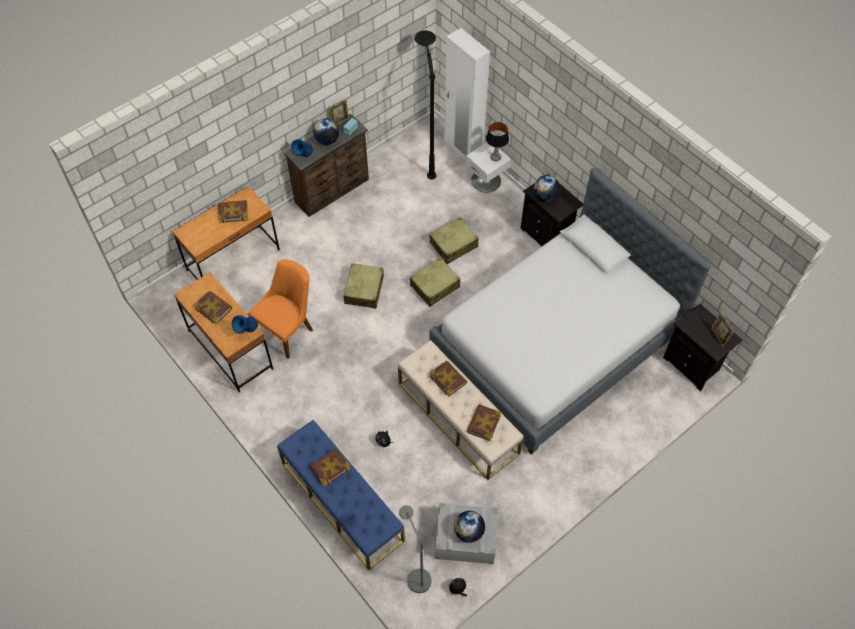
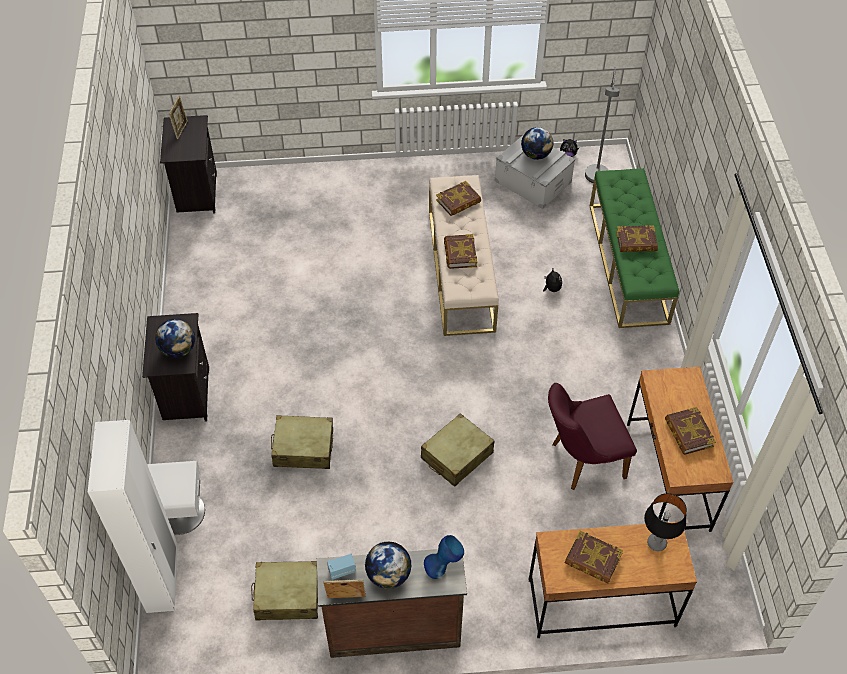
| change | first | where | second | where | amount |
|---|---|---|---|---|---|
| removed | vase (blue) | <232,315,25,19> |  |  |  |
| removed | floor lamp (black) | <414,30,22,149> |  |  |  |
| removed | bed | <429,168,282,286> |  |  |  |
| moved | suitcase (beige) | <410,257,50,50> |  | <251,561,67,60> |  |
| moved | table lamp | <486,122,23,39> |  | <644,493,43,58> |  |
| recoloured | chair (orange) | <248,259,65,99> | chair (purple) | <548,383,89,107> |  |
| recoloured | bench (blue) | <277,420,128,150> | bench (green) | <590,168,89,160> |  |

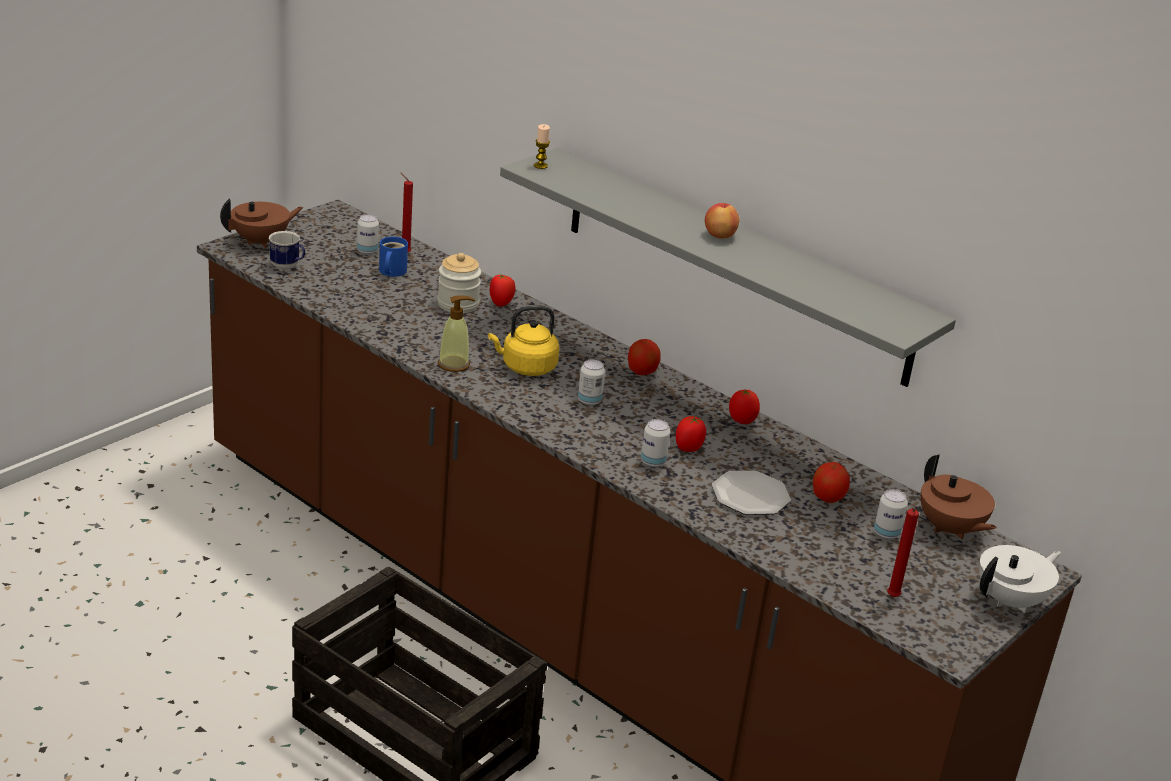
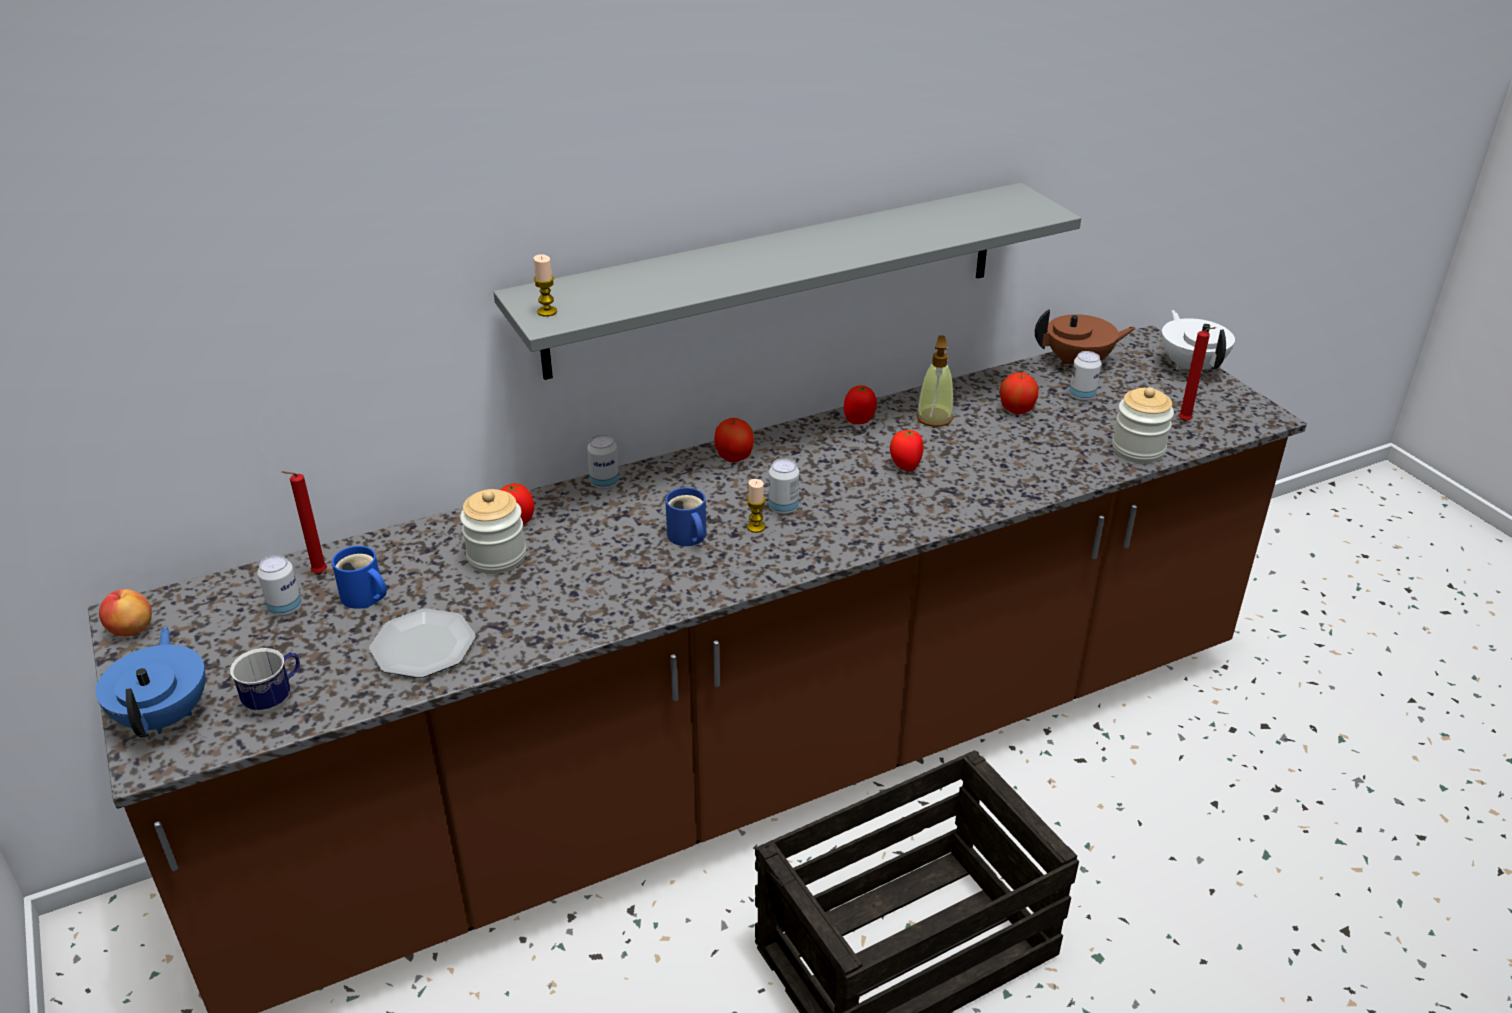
| change | first | where | second | where | amount |
|---|---|---|---|---|---|
| added |  |  | candle | <747,479,19,54> |  |
| added |  |  | jar | <1112,387,62,76> |  |
| moved | soap dispenser | <438,295,37,77> |  | <916,335,37,92> |  |
| moved | can | <641,419,29,48> |  | <587,435,32,54> |  |
| moved | apple | <705,203,34,36> |  | <99,589,53,47> |  |
| moved | plate | <712,471,79,44> |  | <369,608,107,70> |  |
| replaced | kettle (yellow) | <488,305,71,71> | mug (blue) | <665,487,41,59> |  |
| recoloured | teapot (brown) | <220,198,83,50> | teapot (blue) | <96,627,110,110> |  |

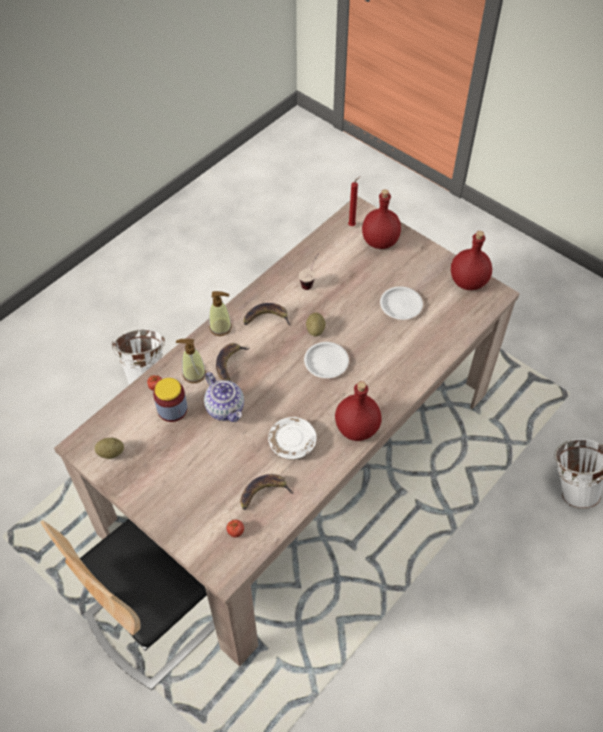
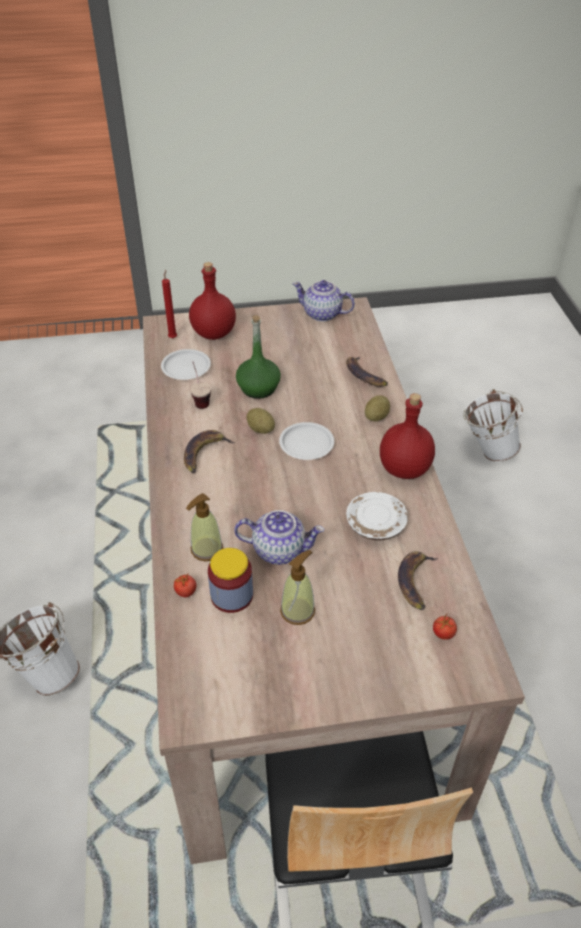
| change | first | where | second | where | amount |
|---|---|---|---|---|---|
| added |  |  | bottle (green) | <236,315,45,84> |  |
| moved | potato | <95,438,29,21> |  | <365,395,25,27> |  |
| moved | soap dispenser | <209,291,23,45> |  | <280,550,35,75> |  |
| moved | banana | <216,343,34,38> |  | <346,356,42,31> |  |
| moved | plate (white) | <380,286,43,34> |  | <161,349,50,31> |  |
| replaced | bottle (red) | <451,231,41,59> | teapot | <292,280,63,42> |  |

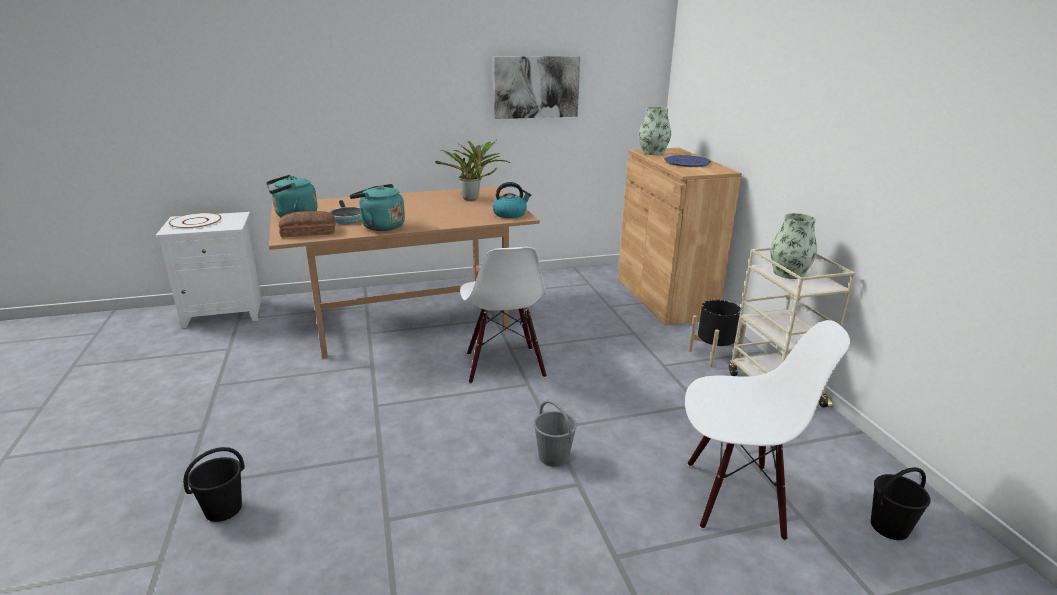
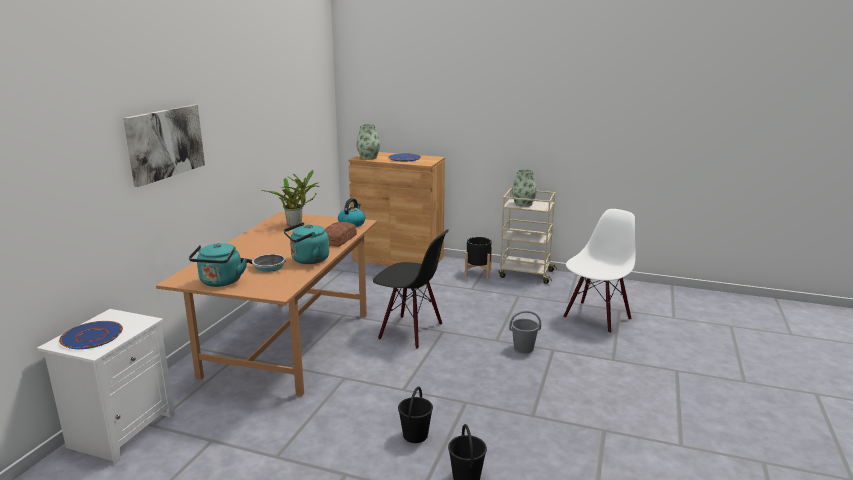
| change | first | where | second | where | amount |
|---|---|---|---|---|---|
| moved | bread | <278,211,57,27> |  | <325,222,32,25> |  |
| moved | picture | <493,56,87,63> |  | <123,105,82,82> |  |
| moved | bucket (black) | <871,467,60,73> |  | <398,387,35,56> |  |
| recoloured | plate (white) | <169,213,53,16> | plate (blue) | <59,321,64,28> |  |
| recoloured | chair (white) | <460,247,87,137> | chair (black) | <373,229,76,120> |  |

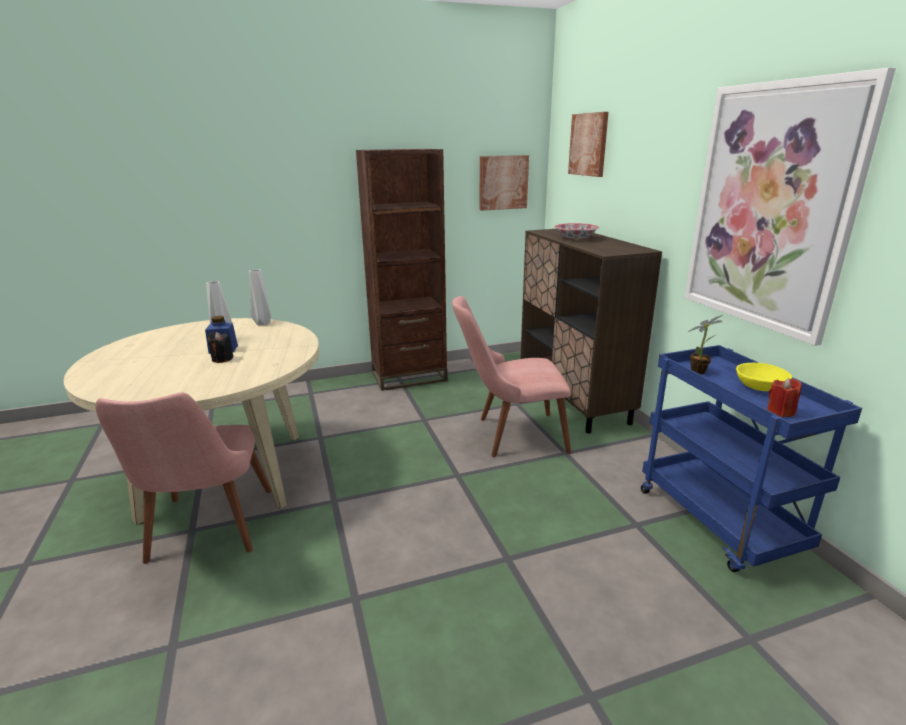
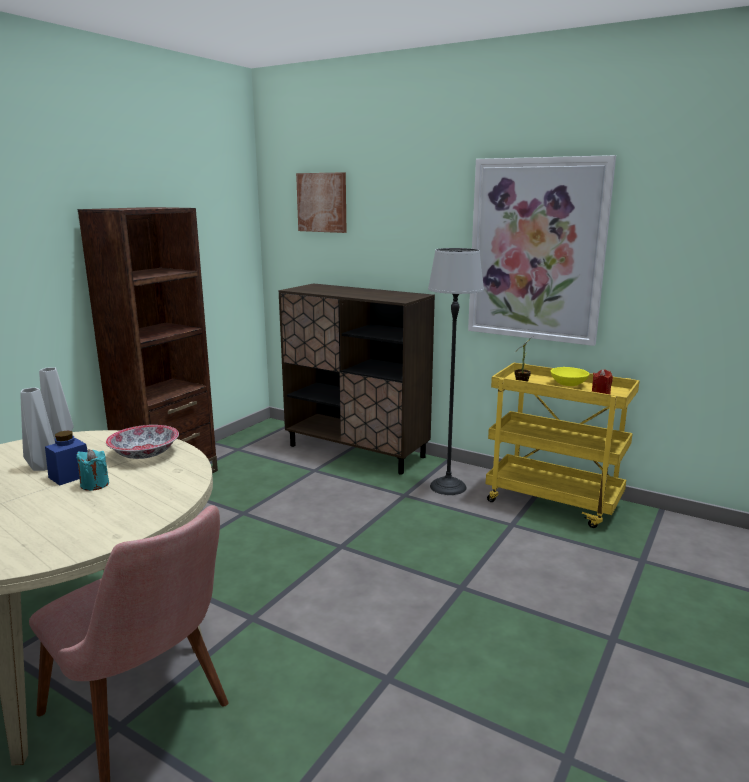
| change | first | where | second | where | amount |
|---|---|---|---|---|---|
| removed | chair (pink) | <452,296,119,161> |  |  |  |
| removed | picture | <479,155,50,56> |  |  |  |
| added |  |  | floor lamp | <428,248,56,247> |  |
| moved | bowl | <554,223,45,16> |  | <106,425,73,34> |  |
| recoloured | candle (black) | <208,332,25,31> | candle (turquoise) | <76,449,33,42> |  |
| recoloured | cart (blue) | <641,345,221,227> | cart (yellow) | <486,363,154,165> |  |

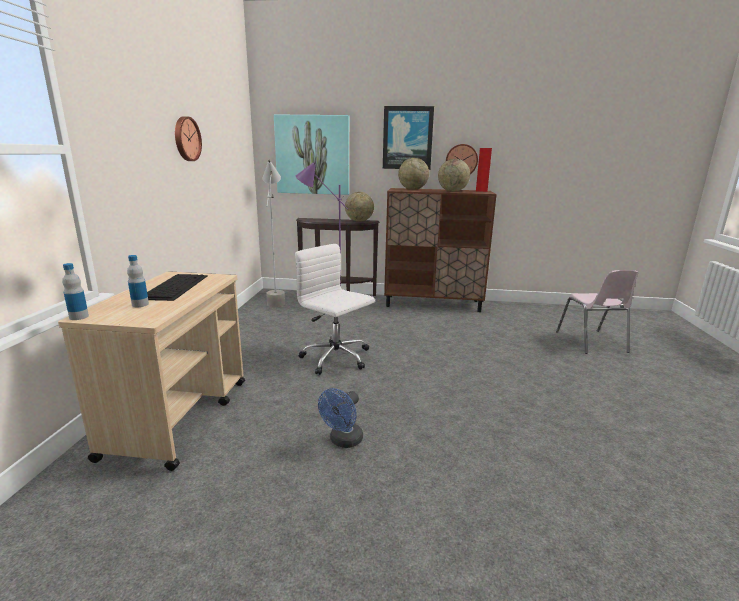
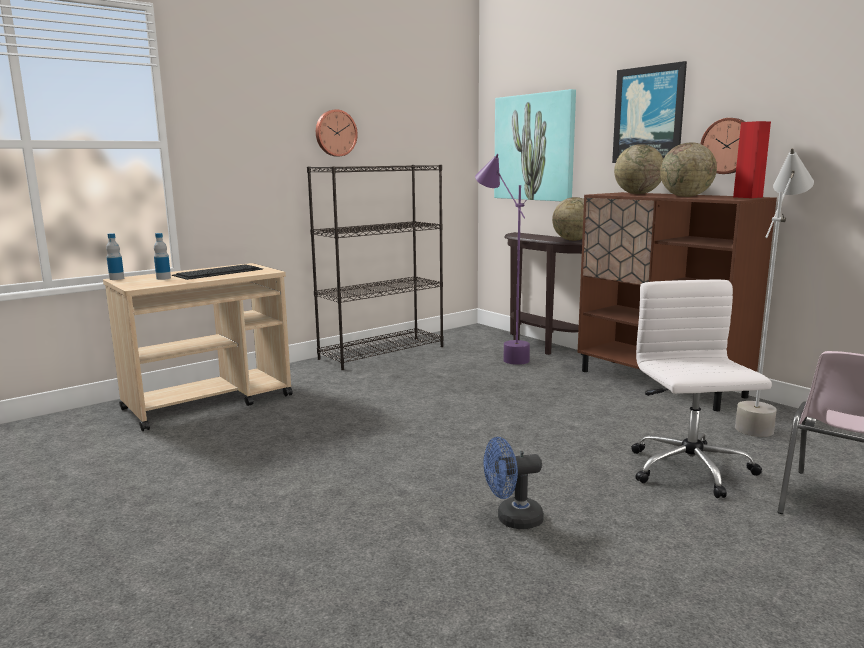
| change | first | where | second | where | amount |
|---|---|---|---|---|---|
| added |  |  | bookcase (black) | <307,165,136,205> |  |
| moved | floor lamp (grey) | <262,160,23,147> |  | <735,148,79,289> |  |
| moved | office chair (white) | <295,244,80,131> |  | <632,280,140,218> |  |
| moved | fan (blue) | <318,388,45,60> |  | <484,437,60,92> |  |

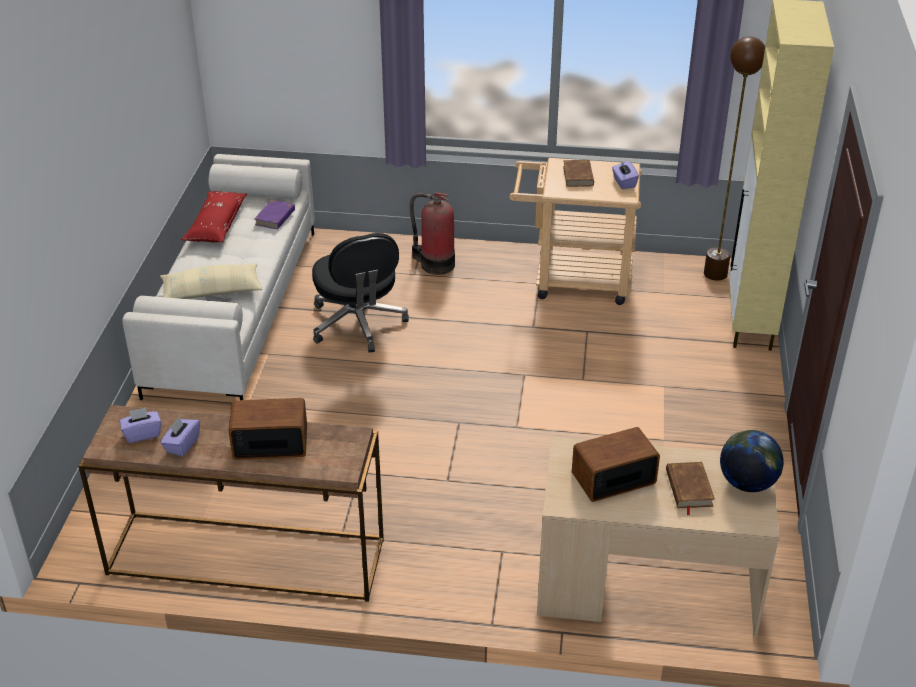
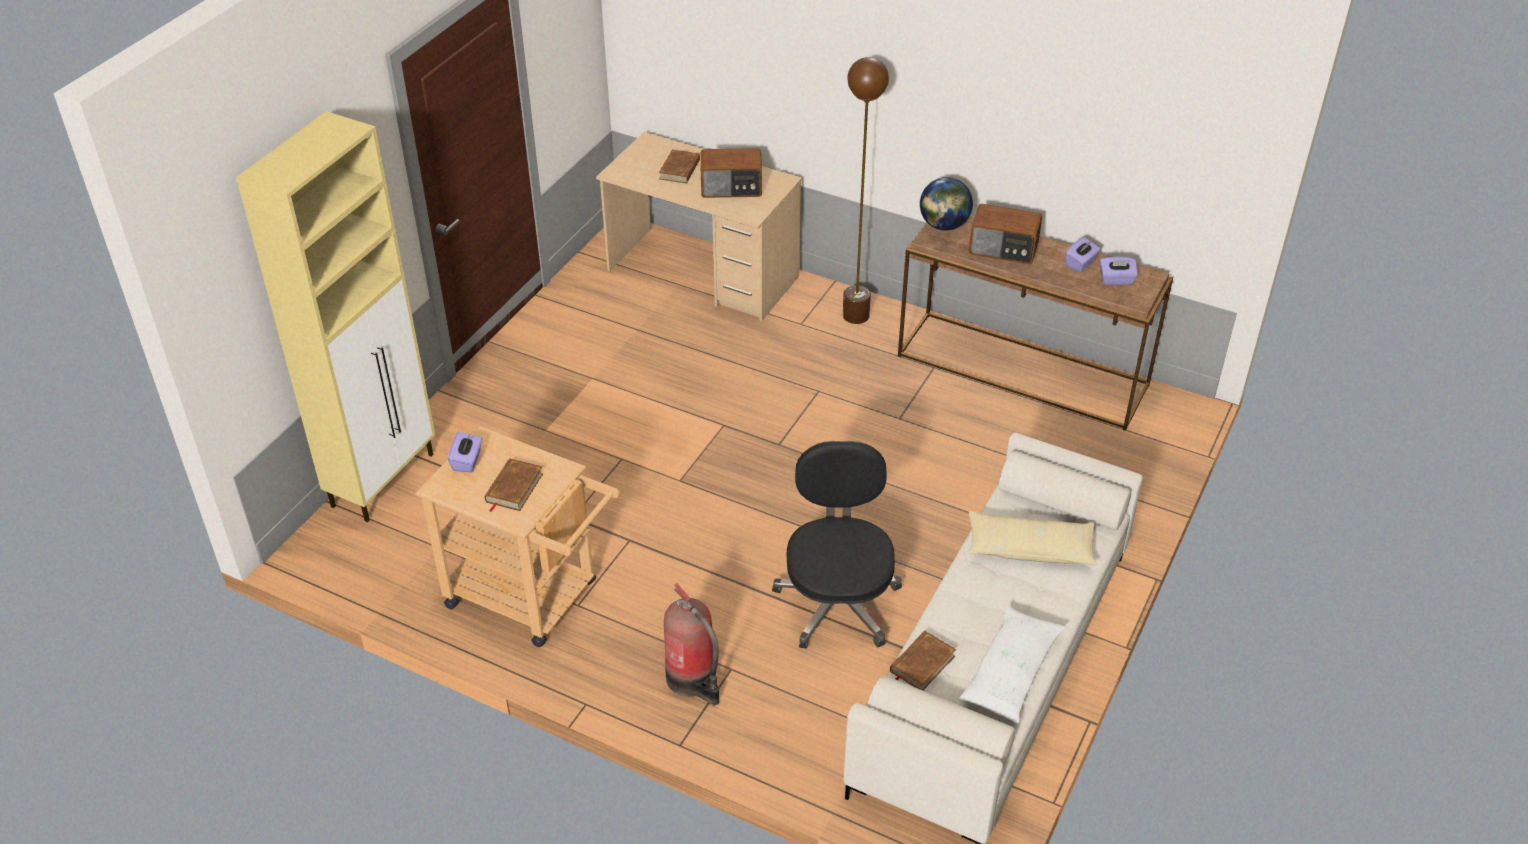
| change | first | where | second | where | amount |
|---|---|---|---|---|---|
| moved | floor lamp (brown) | <704,37,61,244> |  | <843,57,46,267> |  |
| moved | globe | <720,430,64,62> |  | <920,177,53,54> |  |
| recoloured | pillow (red) | <181,191,66,51> | pillow (white) | <958,604,108,120> |  |
| recoloured | book (purple) | <254,200,41,30> | book (brown) | <890,631,66,59> |  |

